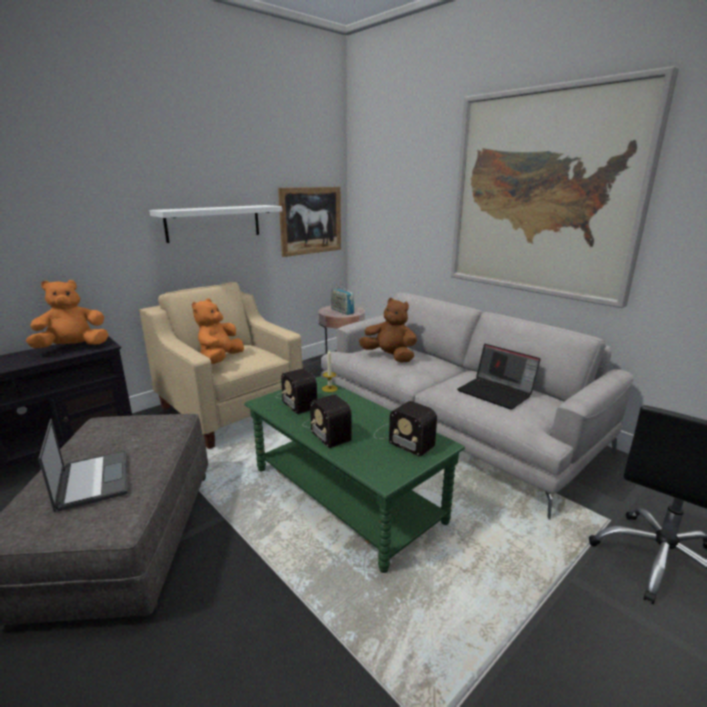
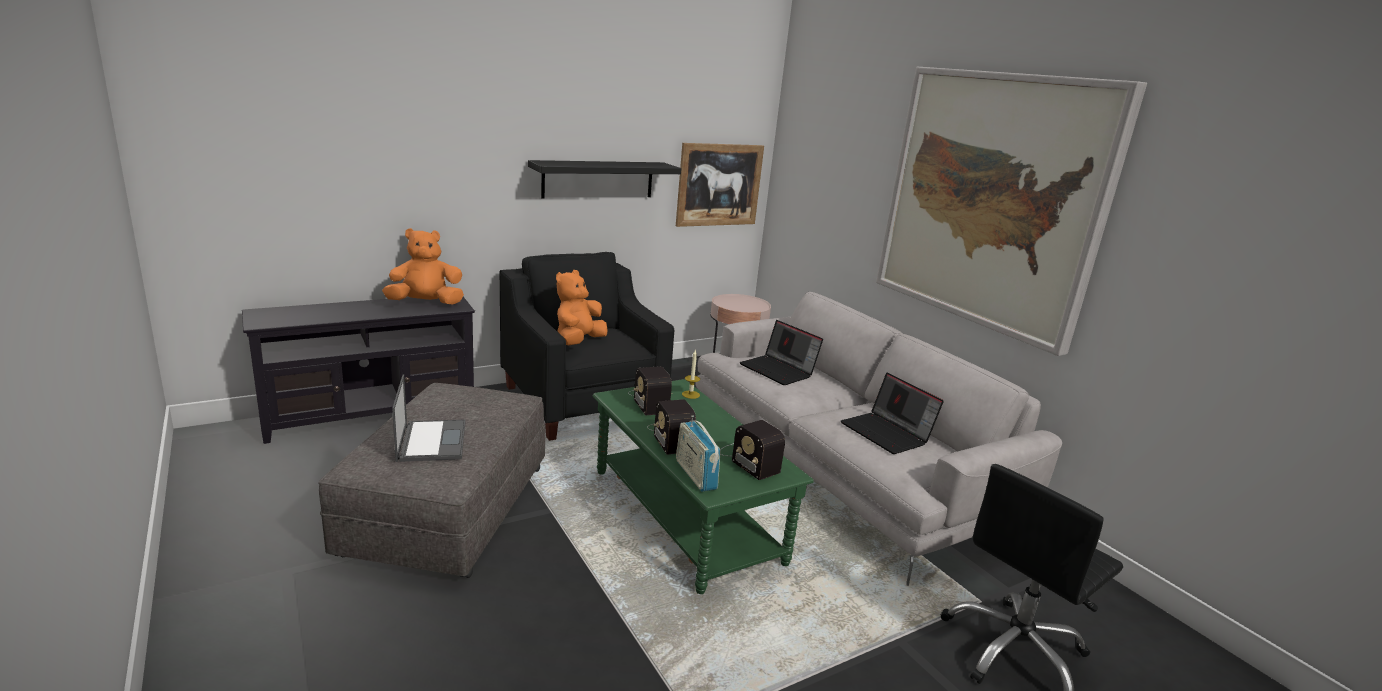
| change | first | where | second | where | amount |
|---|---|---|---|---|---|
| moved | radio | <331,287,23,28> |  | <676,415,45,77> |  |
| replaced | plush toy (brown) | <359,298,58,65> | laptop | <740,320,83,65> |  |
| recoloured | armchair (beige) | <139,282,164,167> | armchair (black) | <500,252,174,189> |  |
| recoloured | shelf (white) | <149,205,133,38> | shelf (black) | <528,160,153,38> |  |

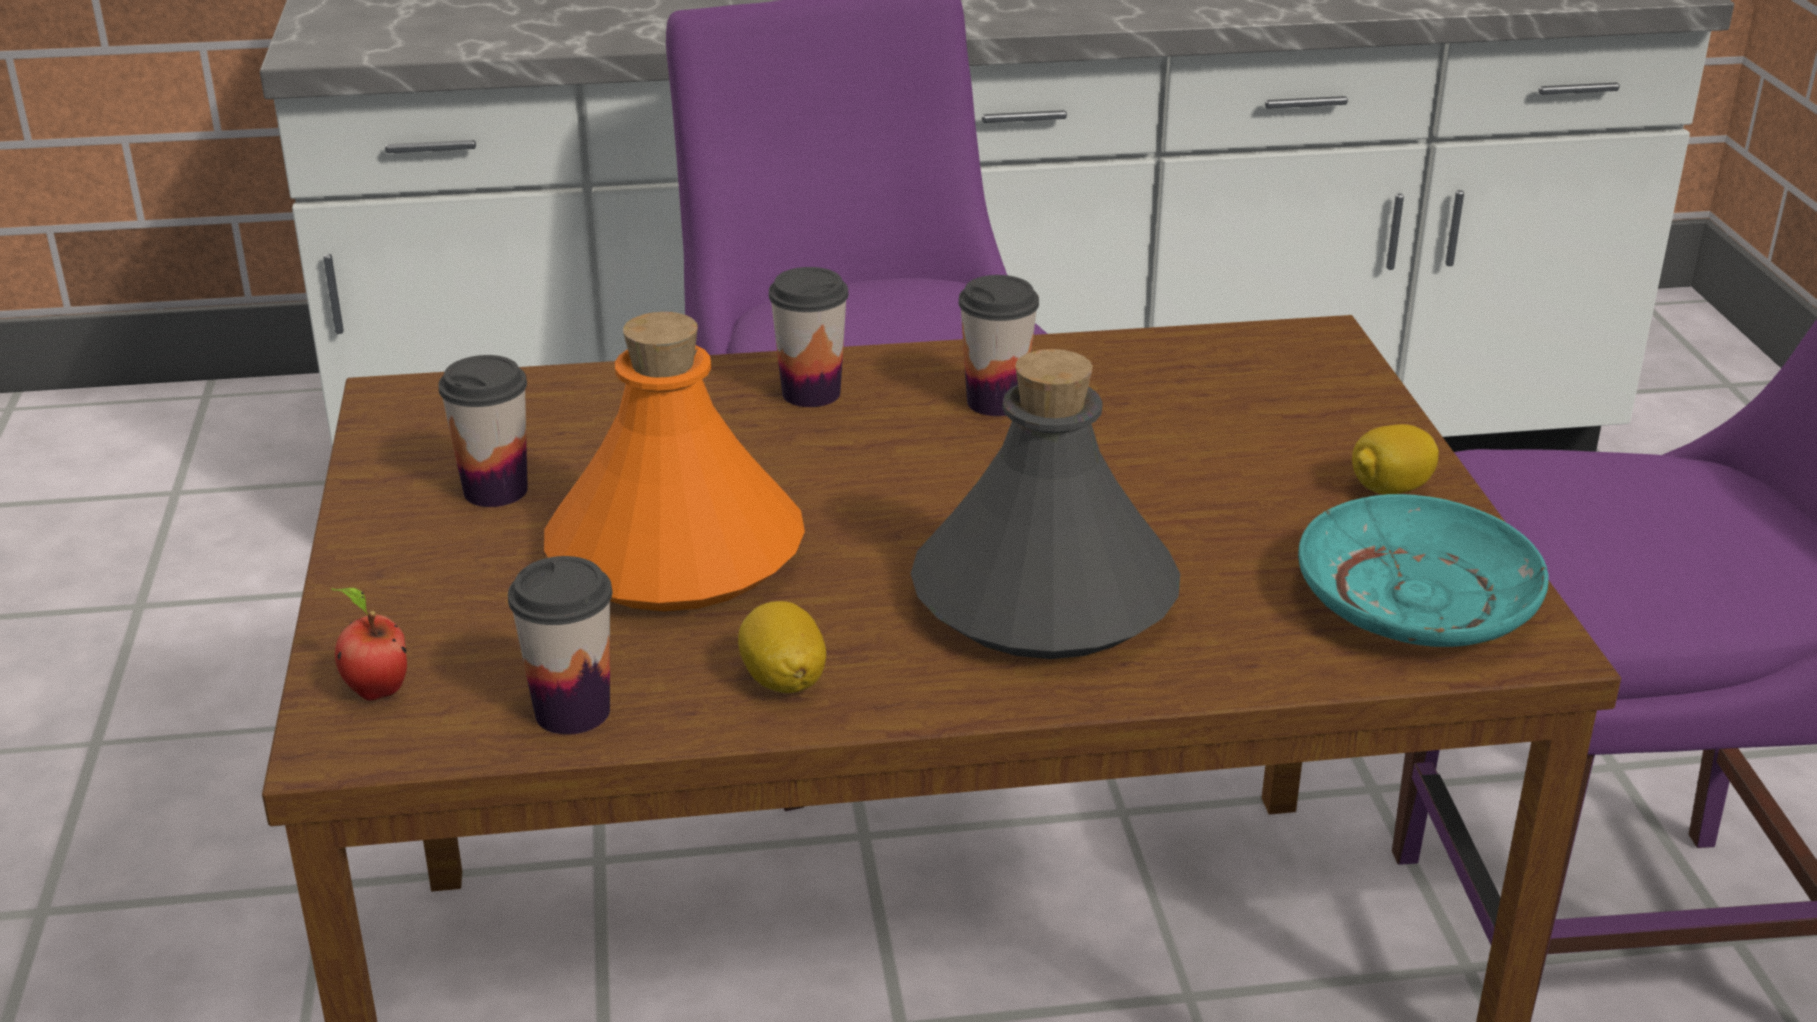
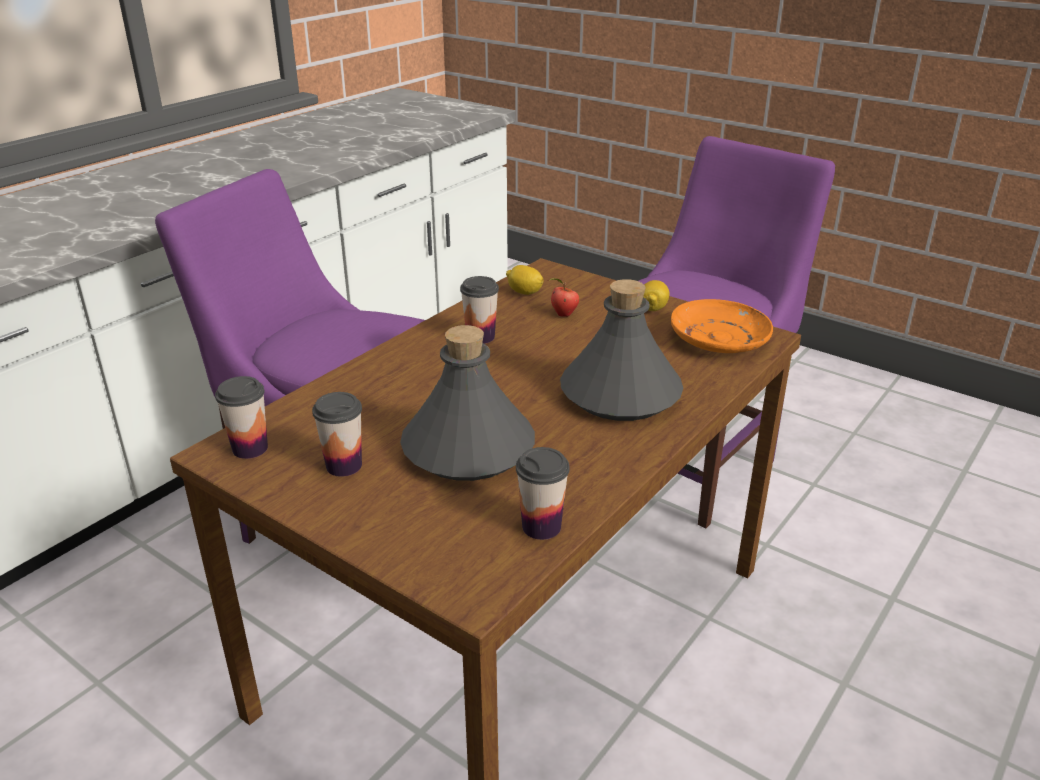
| change | first | where | second | where | amount |
|---|---|---|---|---|---|
| moved | apple | <331,588,76,113> |  | <549,278,30,39> |  |
| moved | lemon | <738,601,88,92> |  | <506,265,38,30> |  |
| moved | cup | <769,267,80,140> |  | <215,376,53,83> |  |
| recoloured | bottle (orange) | <544,312,261,299> | bottle (grey) | <400,325,135,156> |  |
| recoloured | plate (turquoise) | <1298,494,251,153> | plate (orange) | <671,299,102,54> |  |

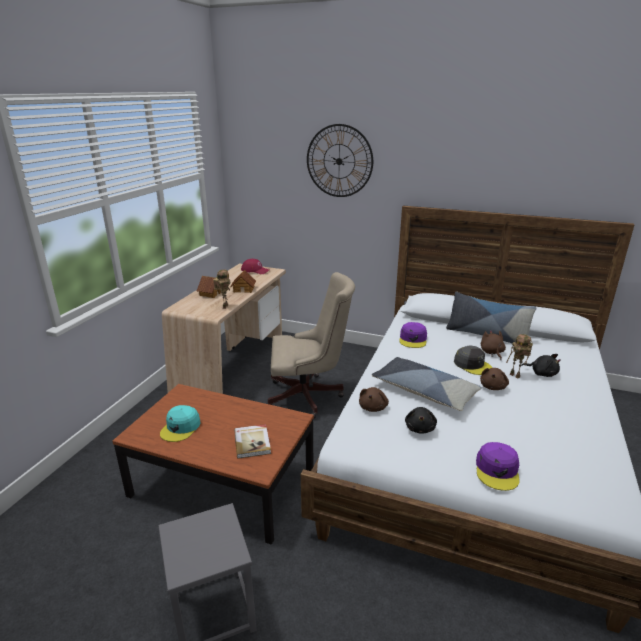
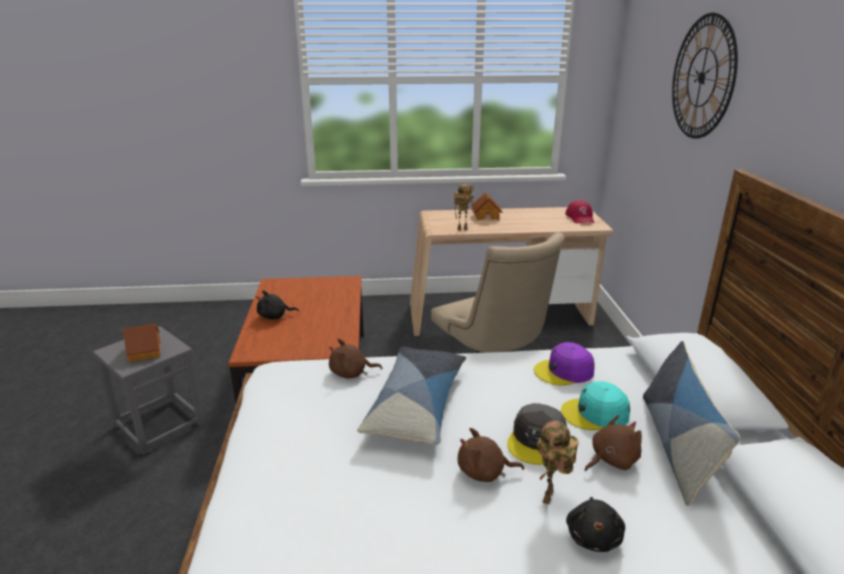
| change | first | where | second | where | amount |
|---|---|---|---|---|---|
| removed | book | <234,424,37,35> |  |  |  |
| removed | cap (purple) | <476,442,44,49> |  |  |  |
| moved | cap (turquoise) | <160,405,41,37> |  | <561,381,69,49> |  |
| moved | toy house | <230,270,26,23> |  | <123,323,38,39> |  |
| moved | plush toy (black) | <405,407,32,27> |  | <256,290,43,29> |  |

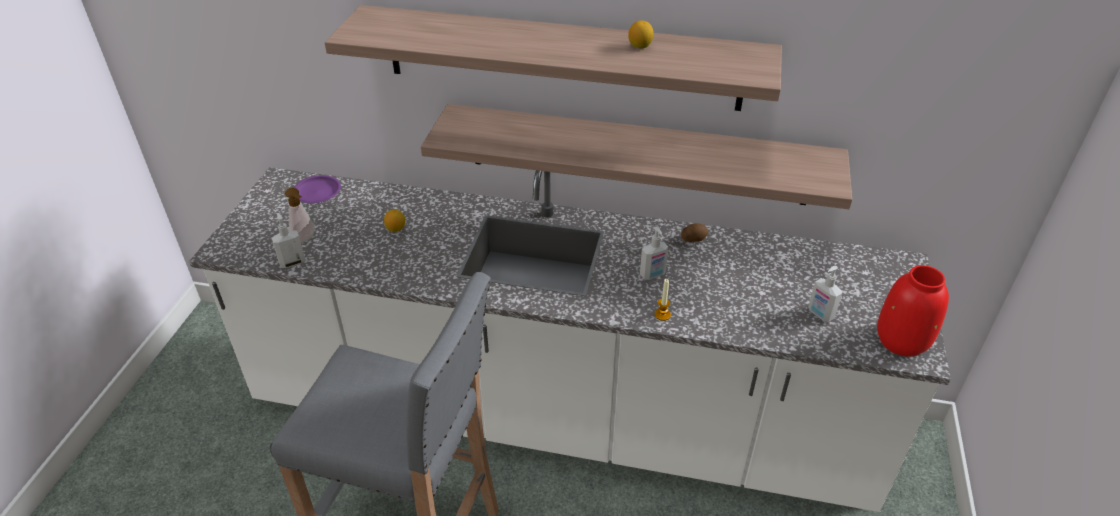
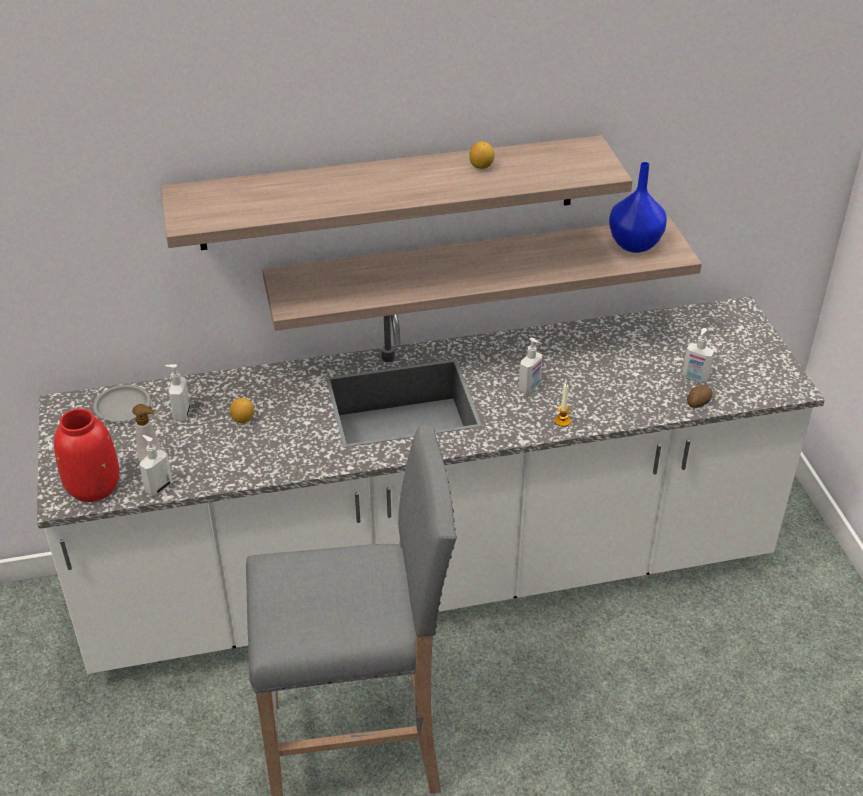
| change | first | where | second | where | amount |
|---|---|---|---|---|---|
| added |  |  | soap dispenser | <165,364,25,57> |  |
| added |  |  | vase (blue) | <609,162,58,91> |  |
| moved | potato | <681,223,27,19> |  | <687,385,25,23> |  |
| moved | vase (red) | <877,265,72,92> |  | <54,409,66,93> |  |
| recoloured | plate (purple) | <294,175,47,28> | plate (grey) | <93,385,57,37> |  |

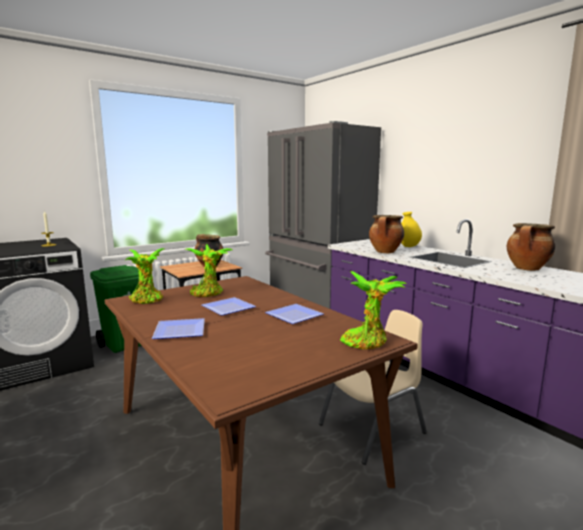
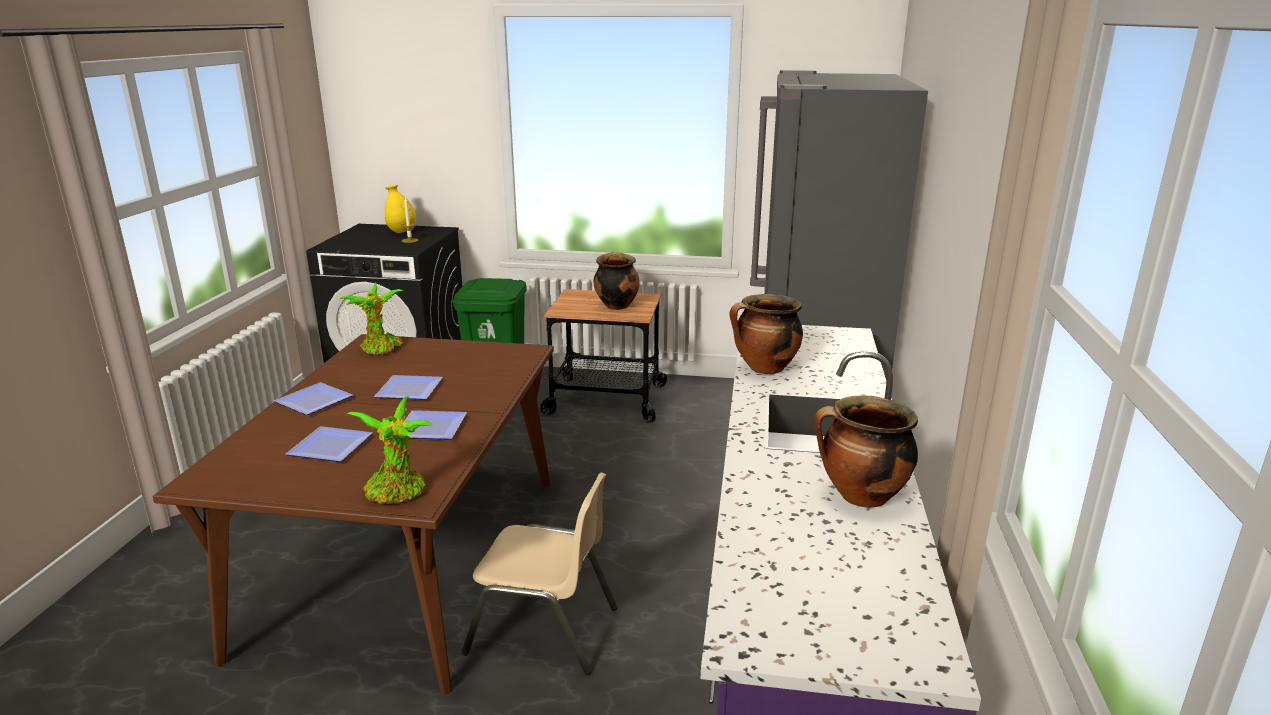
| change | first | where | second | where | amount |
|---|---|---|---|---|---|
| removed | potted plant | <186,244,46,53> |  |  |  |
| added |  |  | plate | <285,426,88,36> |  |
| moved | vase (yellow) | <401,212,21,35> |  | <384,185,32,48> |  |

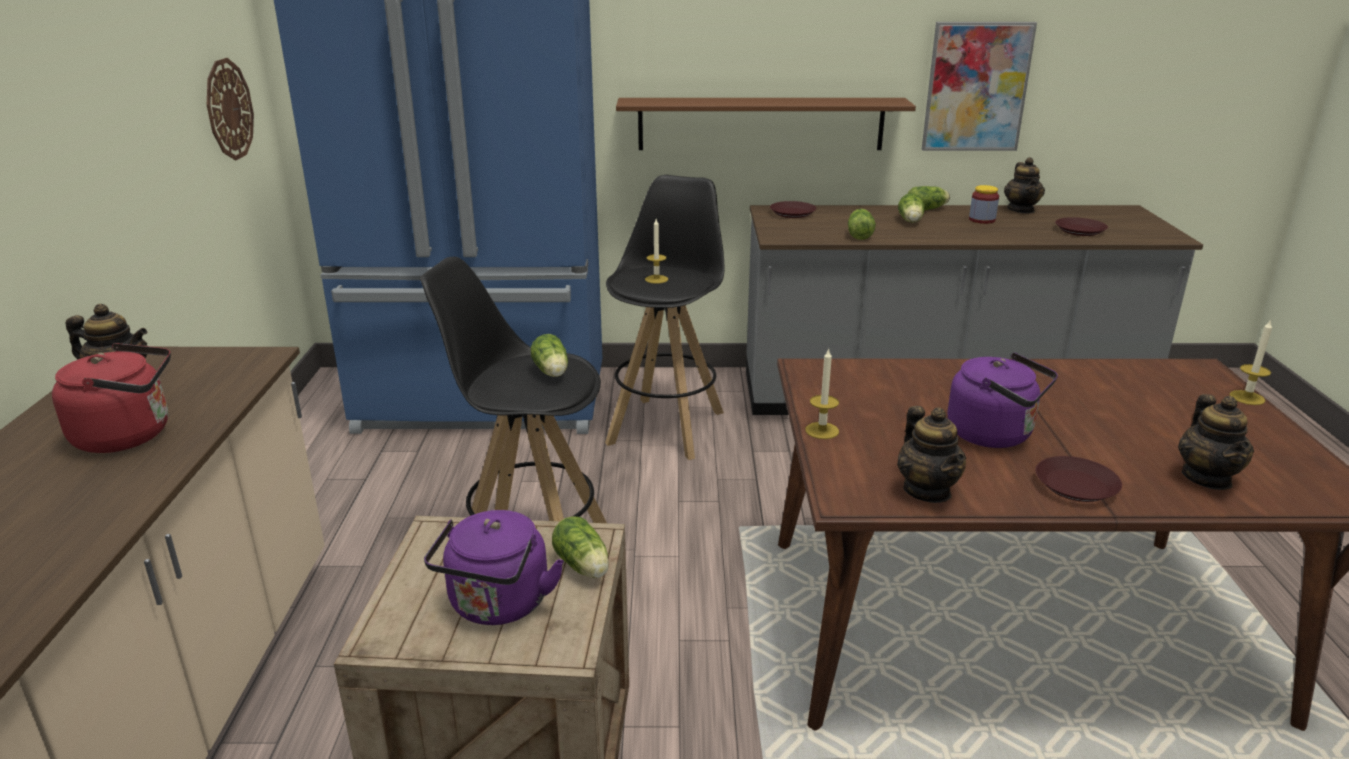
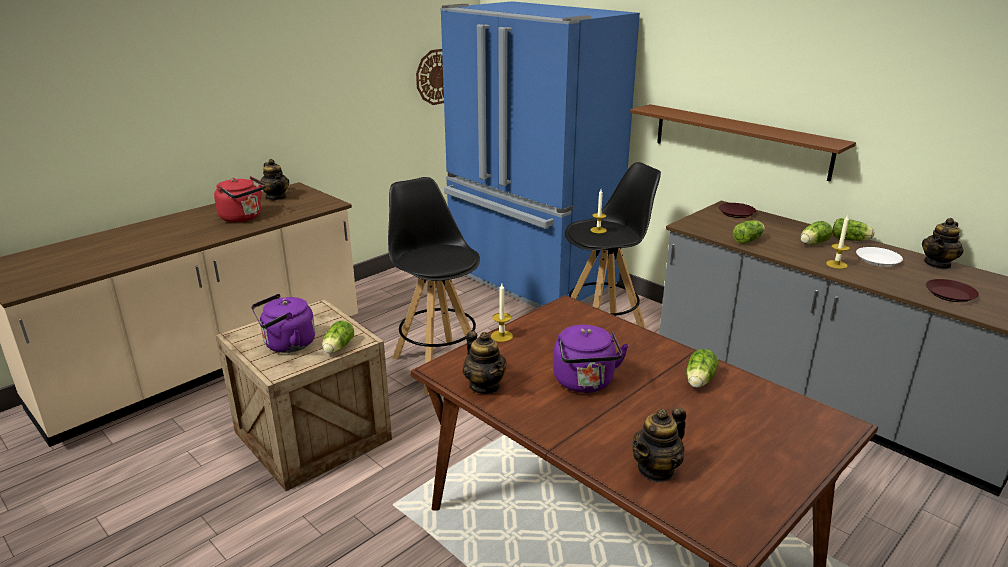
| change | first | where | second | where | amount |
|---|---|---|---|---|---|
| removed | picture | <922,22,115,129> |  |  |  |
| removed | plate (brown) | <1036,456,86,46> |  |  |  |
| moved | lettuce | <531,334,37,43> |  | <686,349,33,39> |  |
| moved | candle | <1229,319,43,86> |  | <826,215,24,54> |  |
| replaced | jar | <969,185,30,39> | plate (white) | <856,247,47,20> |  |
| turned | teapot | <897,406,69,97> |  | <463,331,44,63> | 60 degrees counterclockwise |

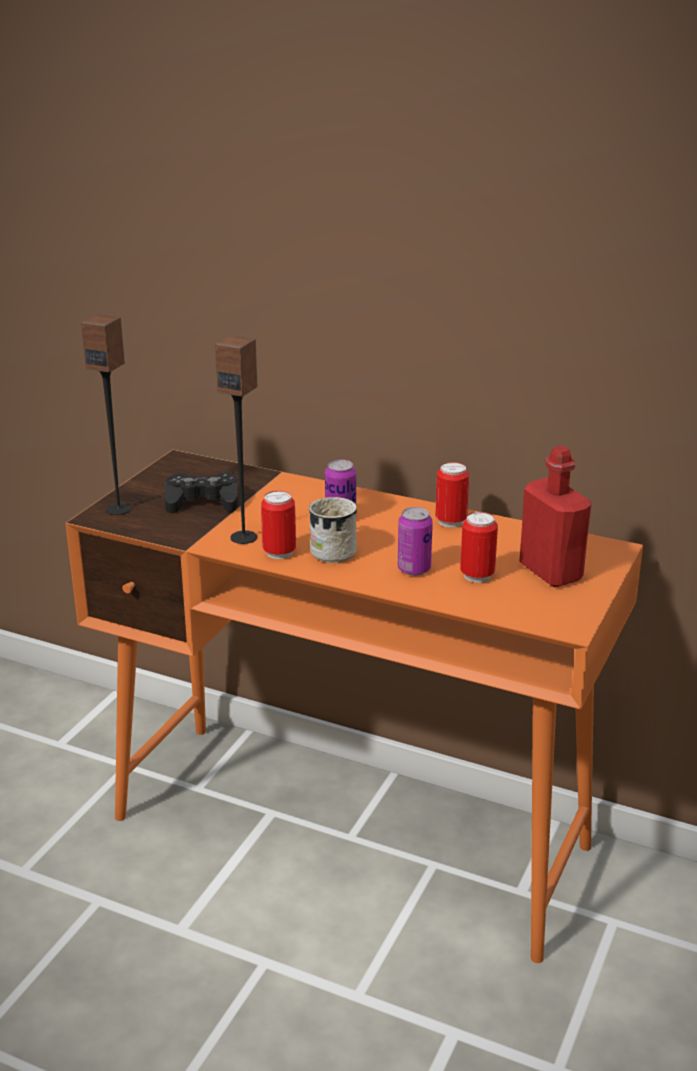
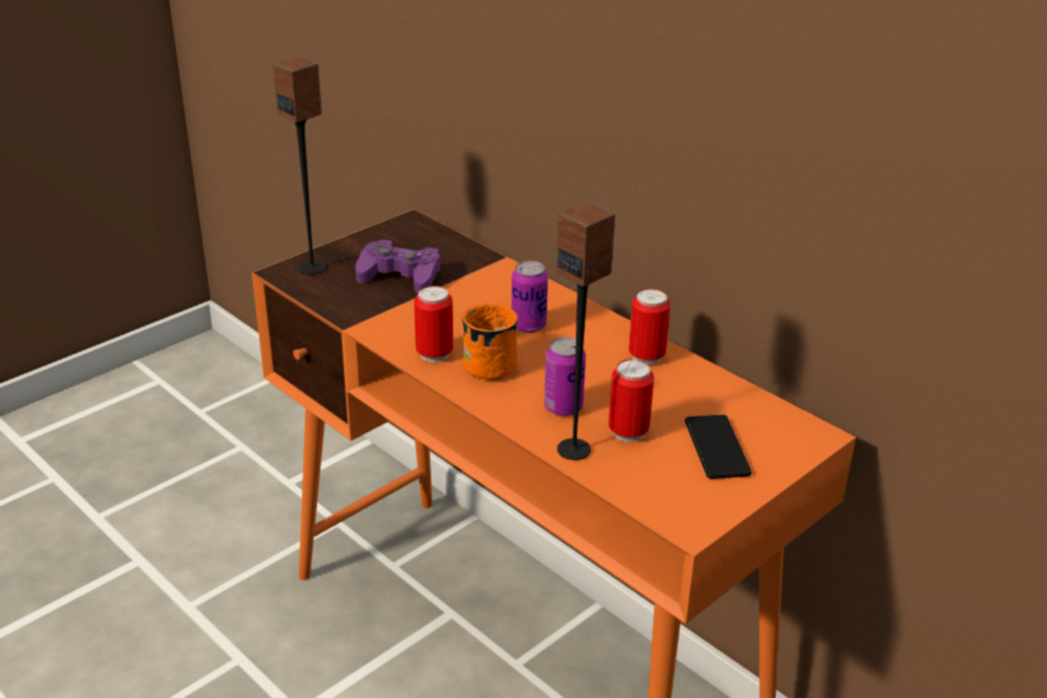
| change | first | where | second | where | amount |
|---|---|---|---|---|---|
| moved | speaker | <215,335,42,209> |  | <556,202,59,258> |  |
| replaced | bottle (red) | <519,446,73,141> | phone | <685,415,67,64> |  |
| recoloured | game controller (black) | <165,472,73,41> | game controller (purple) | <355,239,85,55> |  |
| recoloured | mug (white) | <309,497,48,66> | mug (orange) | <462,304,56,76> |  |

